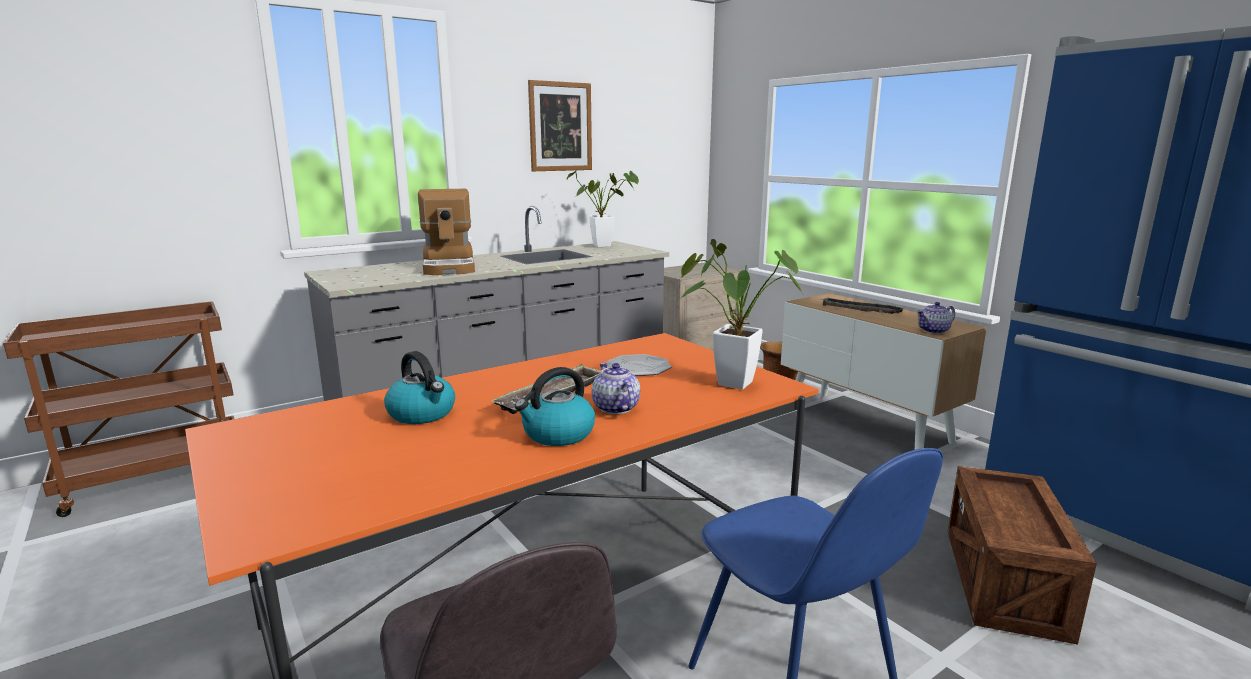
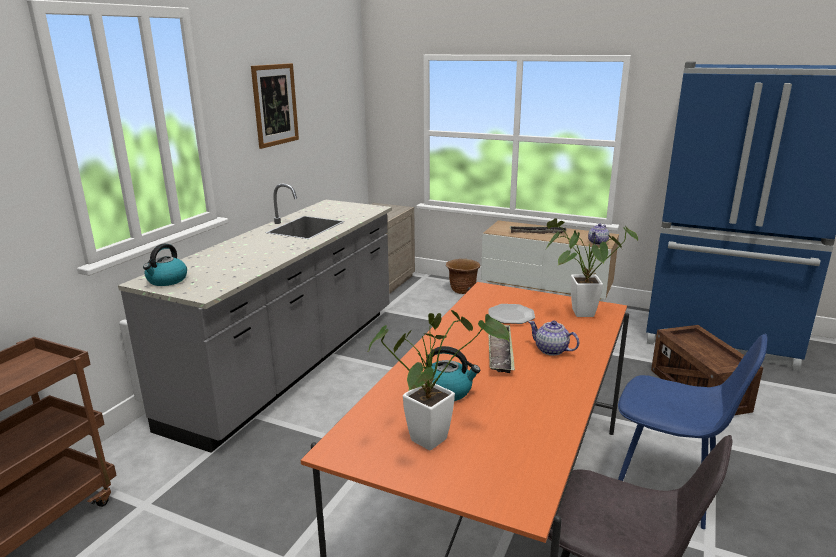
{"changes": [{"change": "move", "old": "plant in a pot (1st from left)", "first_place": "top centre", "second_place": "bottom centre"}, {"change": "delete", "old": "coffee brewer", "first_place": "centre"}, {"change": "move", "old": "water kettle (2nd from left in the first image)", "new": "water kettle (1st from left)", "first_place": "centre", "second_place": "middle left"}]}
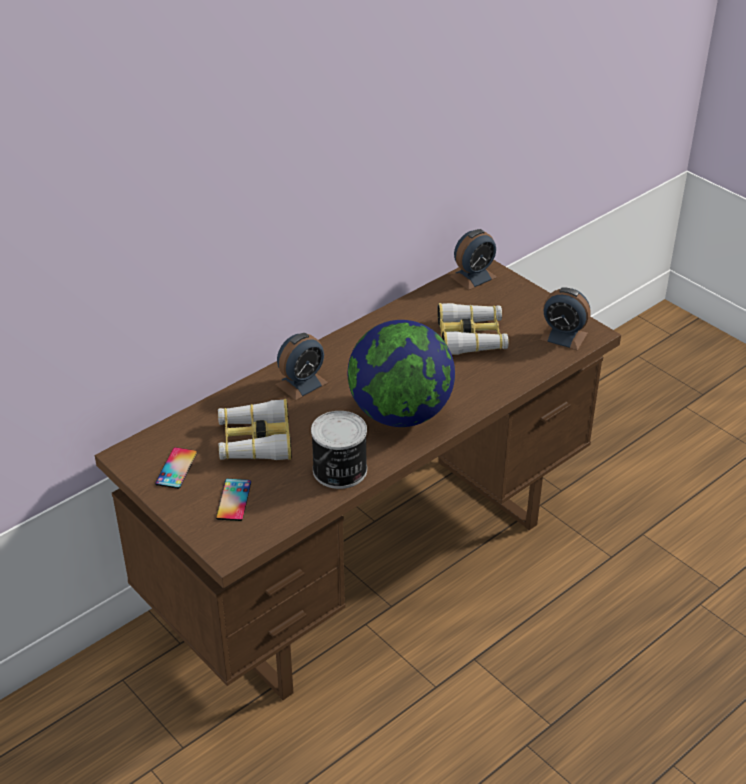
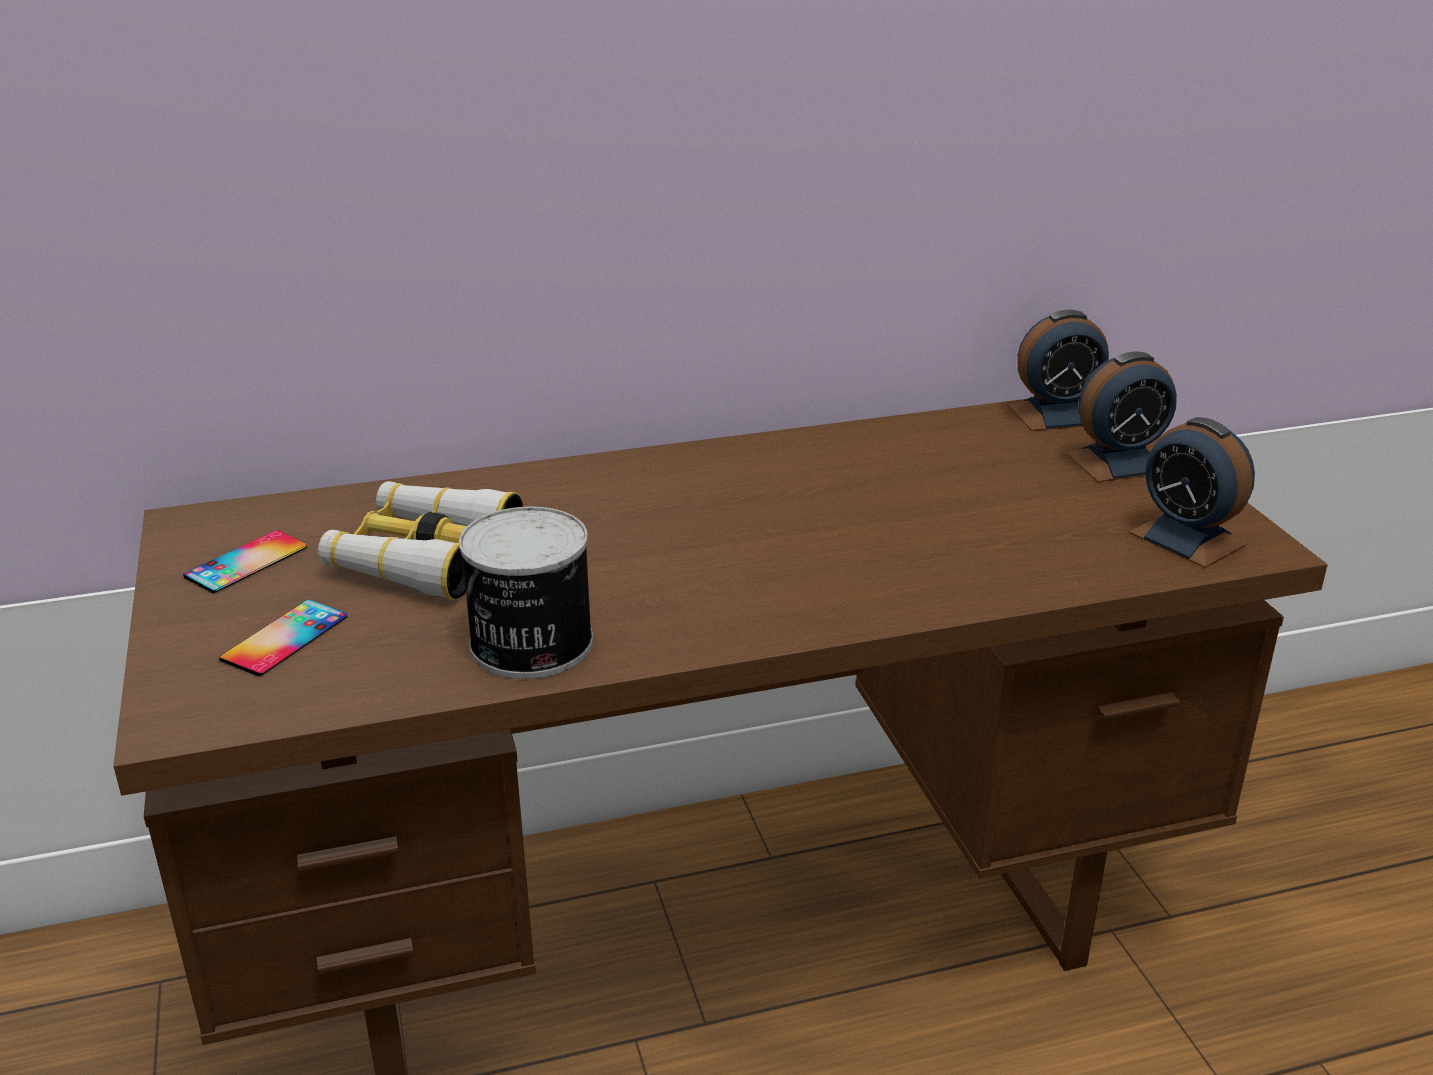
{"changes": [{"change": "delete", "old": "binoculars (2nd from left)", "first_place": "centre"}, {"change": "delete", "old": "desk globe", "first_place": "centre"}, {"change": "move", "old": "bedside clock (1st from left in the first image)", "new": "bedside clock (2nd from left)", "first_place": "centre", "second_place": "middle right"}]}
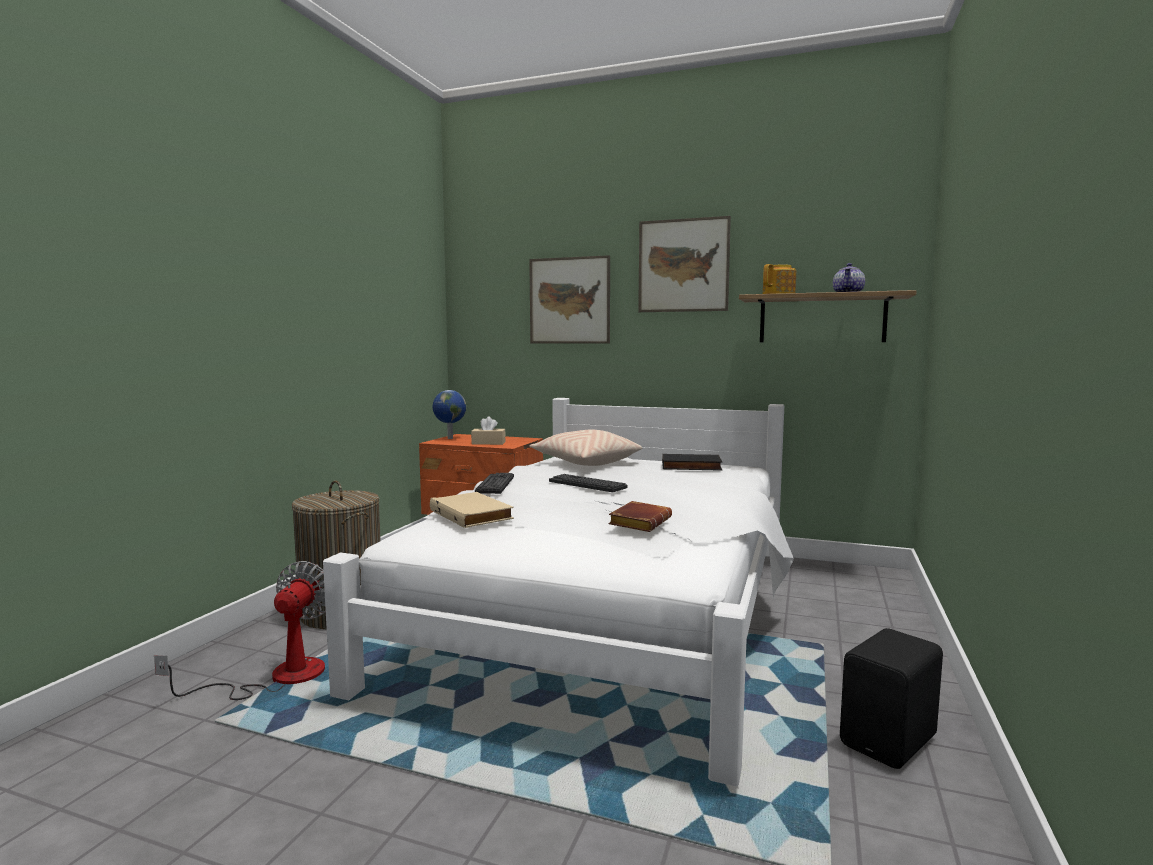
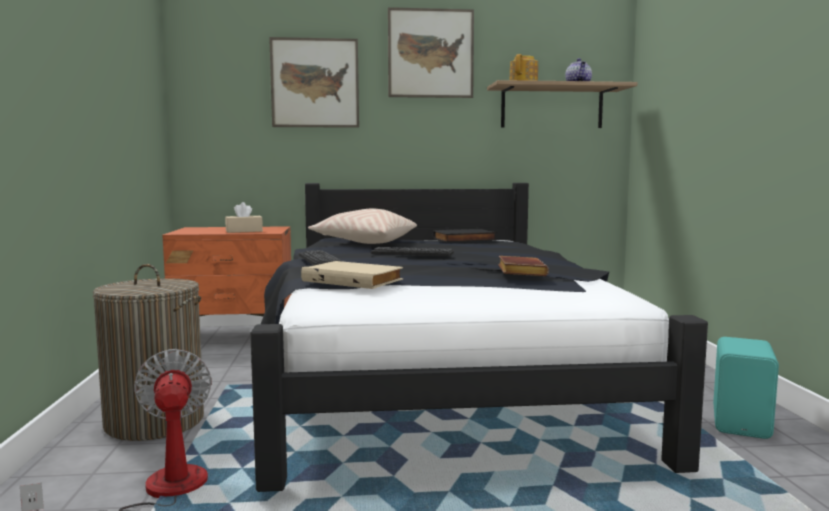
{"changes": [{"change": "delete", "old": "desk globe", "first_place": "centre"}, {"change": "recolor", "old": "bedroom bed (whitish)", "new": "bedroom bed (blackish)", "first_place": "bottom centre", "second_place": "centre"}, {"change": "recolor", "old": "speaker (blackish)", "new": "speaker (blue-green)", "first_place": "bottom right", "second_place": "bottom right"}]}
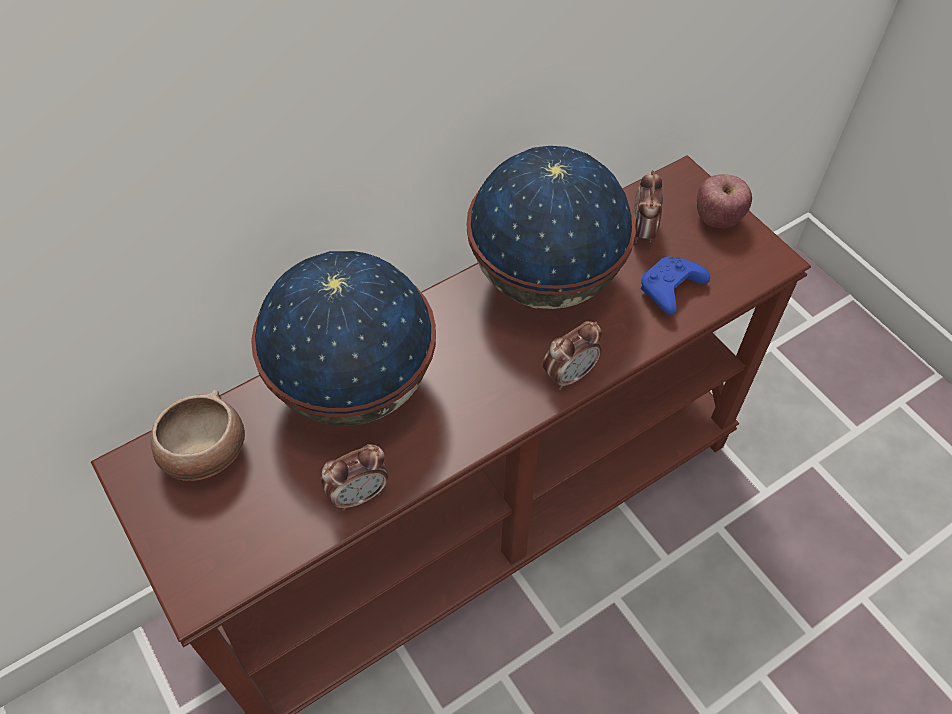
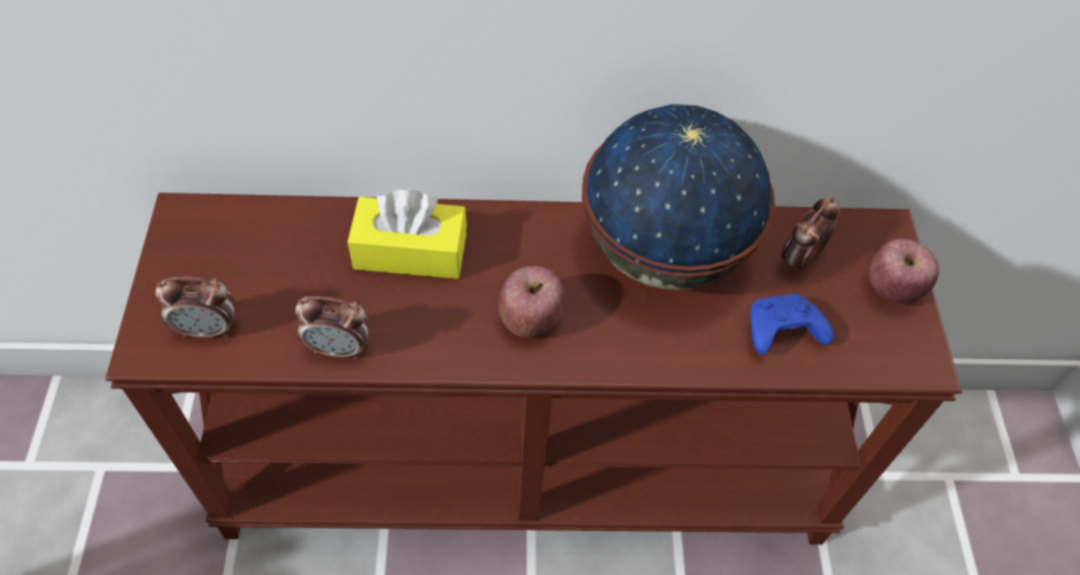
{"changes": [{"change": "replace", "old": "desk globe (1st from left)", "new": "tissue holder (yellowish)", "first_place": "centre", "second_place": "centre"}, {"change": "move", "old": "bedside clock (2nd from left in the first image)", "new": "bedside clock (1st from left)", "first_place": "centre", "second_place": "middle left"}, {"change": "delete", "old": "serving bowl", "first_place": "middle left"}, {"change": "insert", "new": "apple (1st from left)", "second_place": "centre"}]}
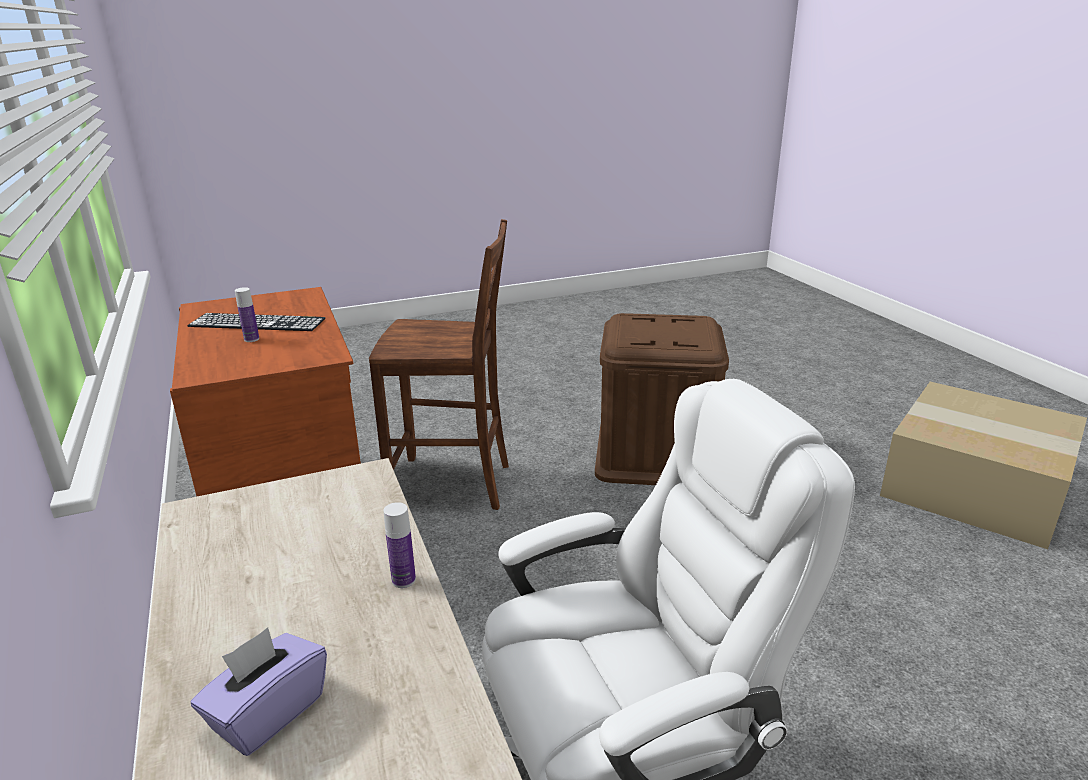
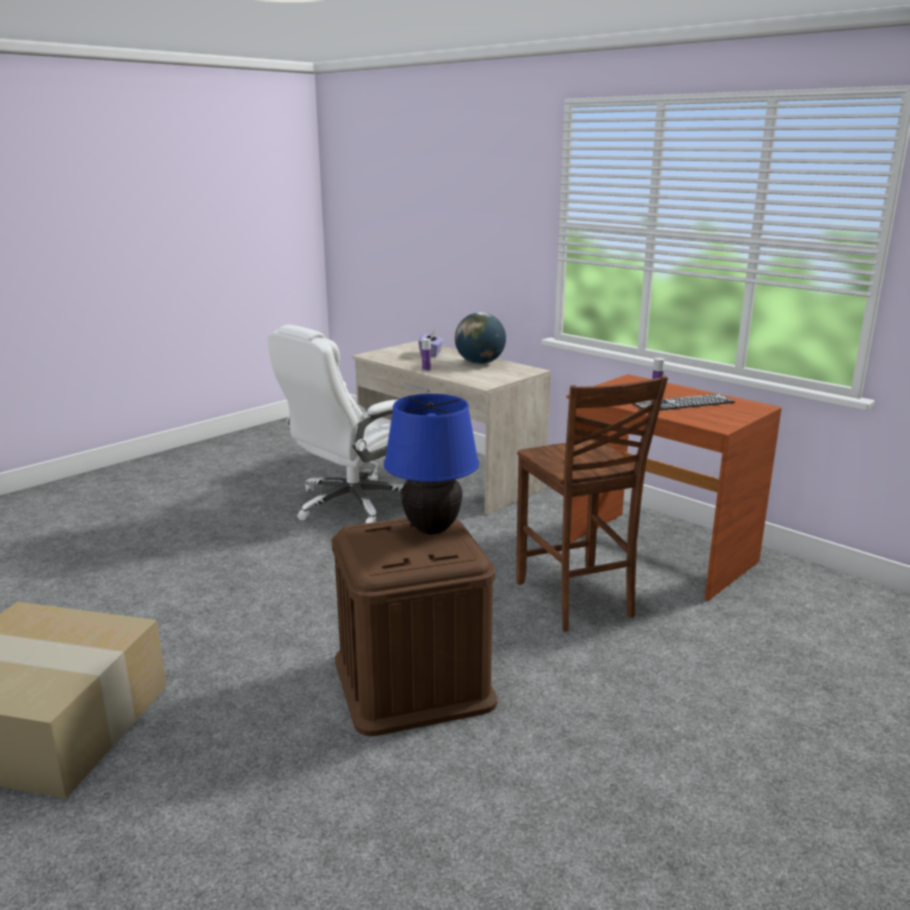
{"changes": [{"change": "rotate", "old": "chair (brown-coloured)", "first_place": "centre", "second_place": "centre", "degrees": -90}, {"change": "insert", "new": "desk globe", "second_place": "centre"}, {"change": "insert", "new": "table lamp (blue)", "second_place": "centre"}]}
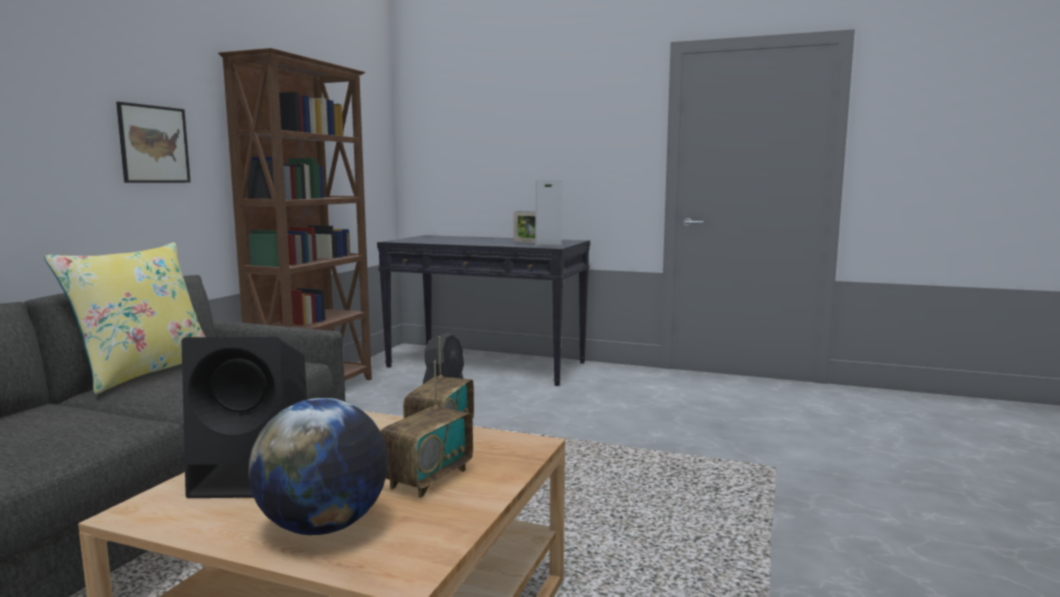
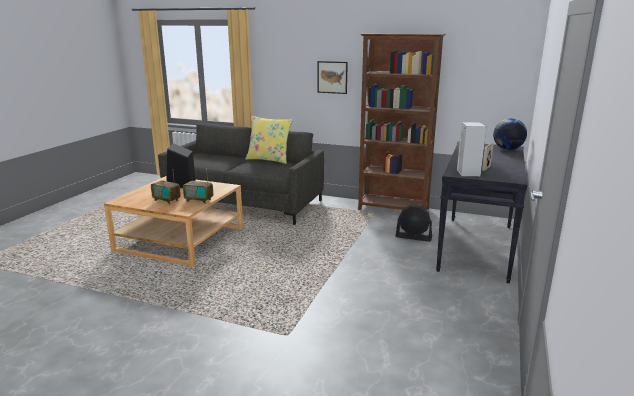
{"changes": [{"change": "move", "old": "desk globe", "first_place": "bottom left", "second_place": "middle right"}]}
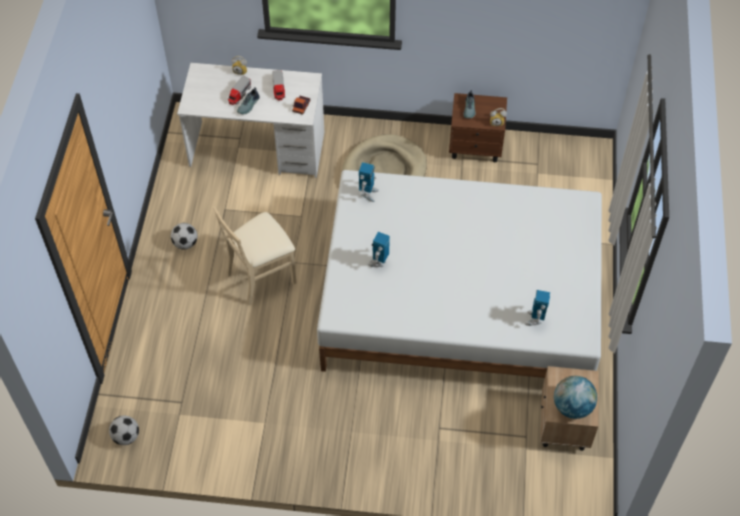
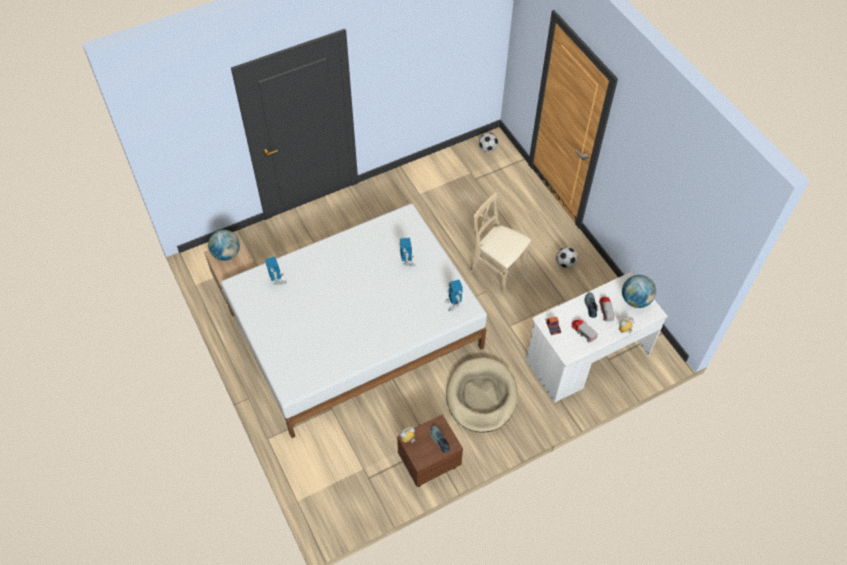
{"changes": [{"change": "rotate", "old": "chair (beige-coloured)", "first_place": "centre", "second_place": "centre", "degrees": -75}, {"change": "insert", "new": "desk globe (2nd from left)", "second_place": "middle right"}]}
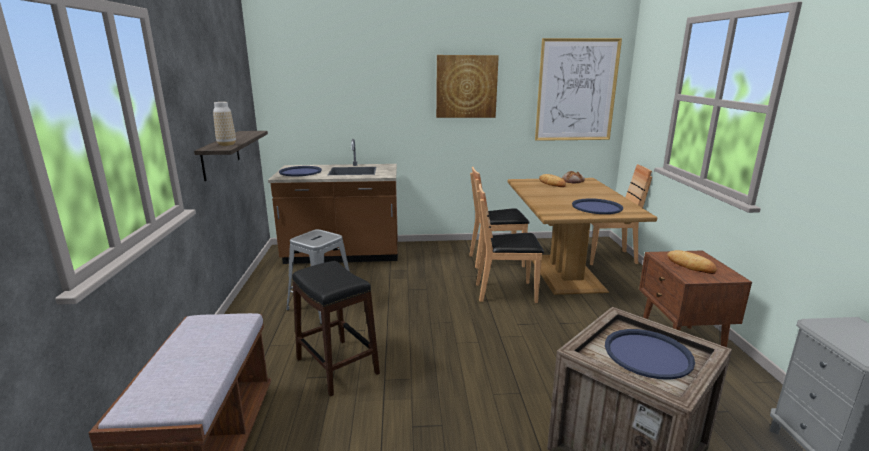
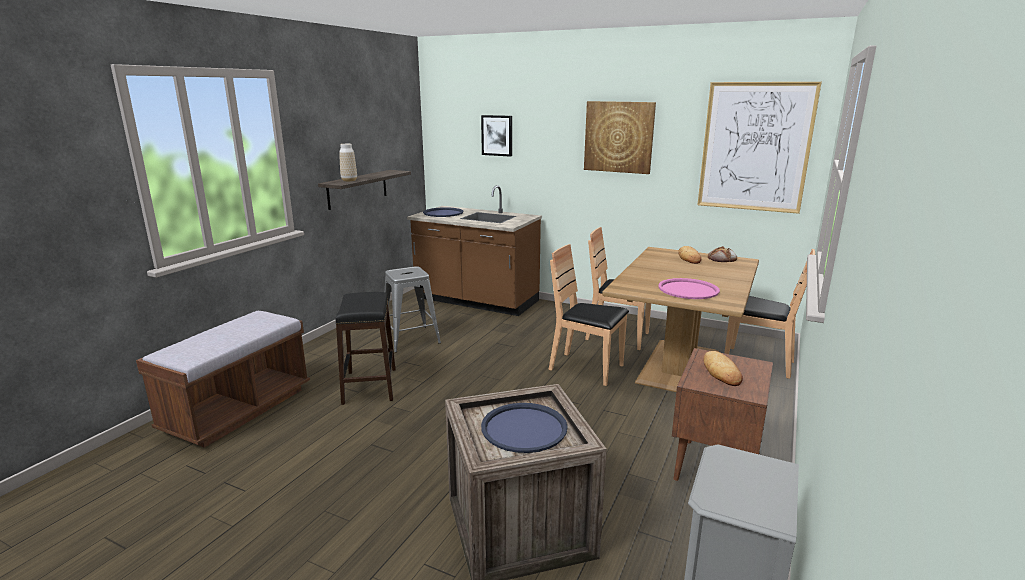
{"changes": [{"change": "recolor", "old": "carrying tray (blue) (2nd from left)", "new": "carrying tray (pinkish)", "first_place": "middle right", "second_place": "middle right"}, {"change": "insert", "new": "wall art (1st from left)", "second_place": "top centre"}]}
